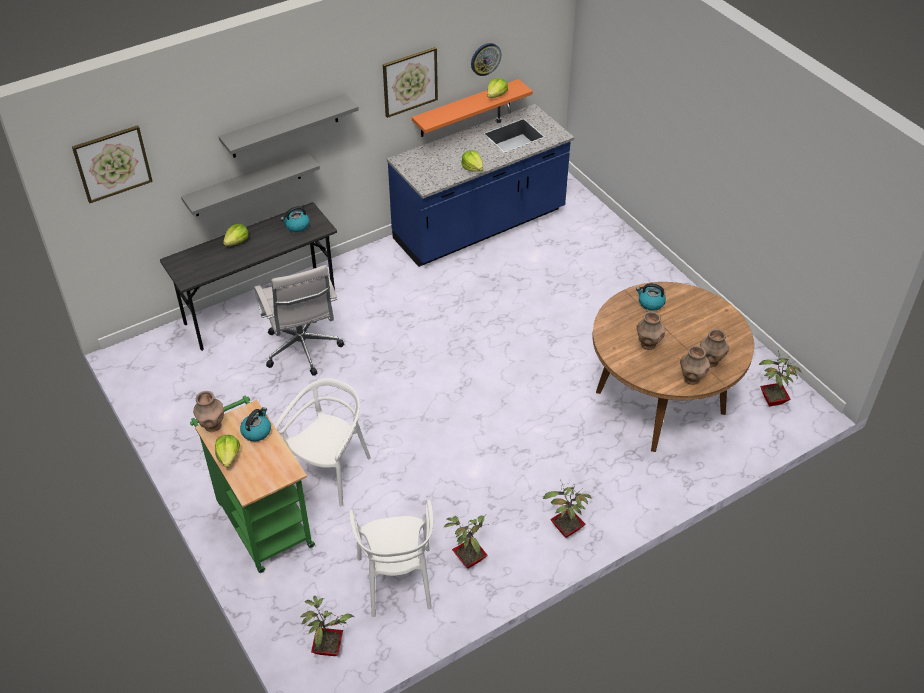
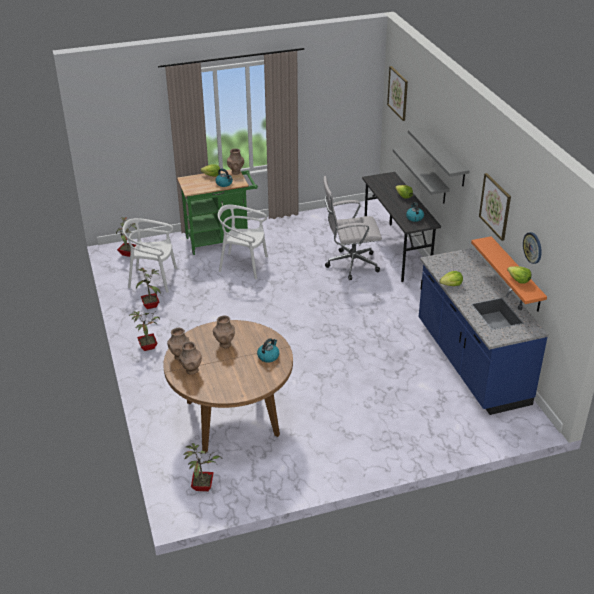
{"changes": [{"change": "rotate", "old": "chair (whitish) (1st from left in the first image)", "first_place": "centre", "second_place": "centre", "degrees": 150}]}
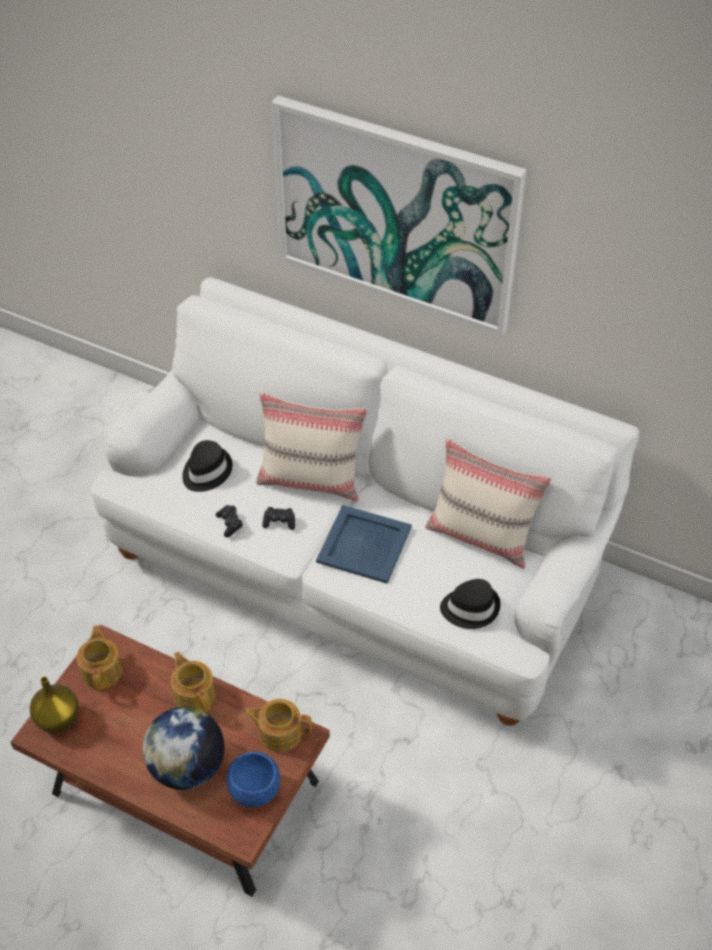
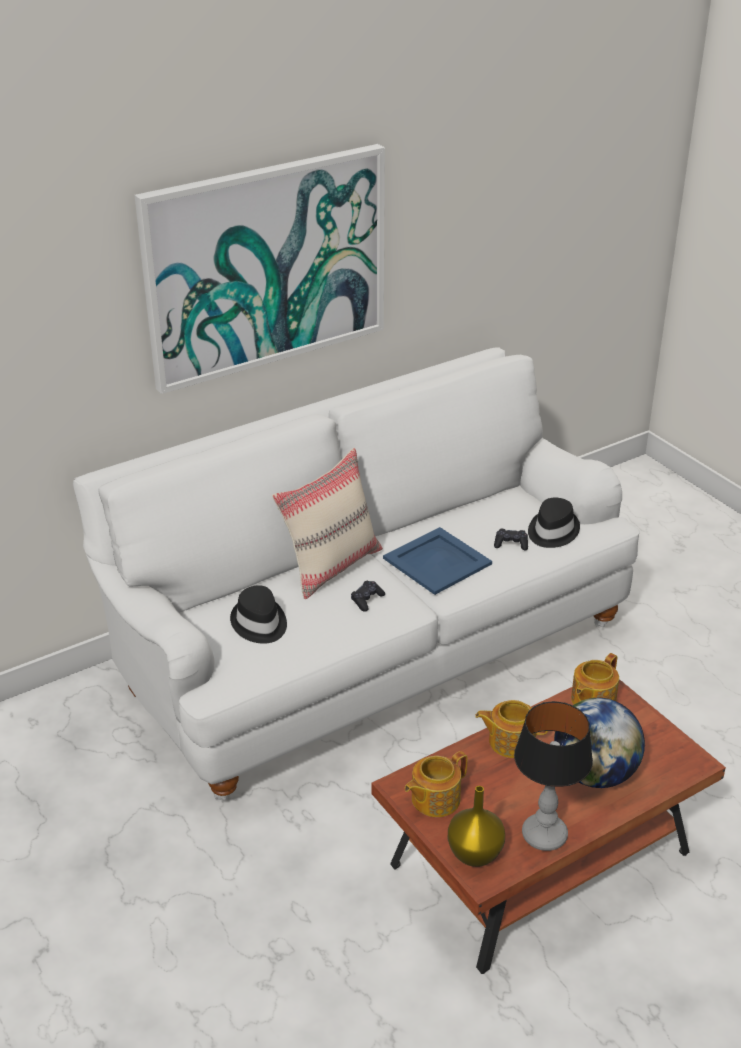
{"changes": [{"change": "delete", "old": "cushion (beige-coloured) (2nd from left)", "first_place": "middle right"}, {"change": "move", "old": "game controller (blackish) (1st from left in the first image)", "new": "game controller (blackish) (2nd from left)", "first_place": "middle left", "second_place": "middle right"}, {"change": "rotate", "old": "teapot (1st from left)", "first_place": "bottom left", "second_place": "bottom centre", "degrees": -60}, {"change": "delete", "old": "serving bowl (blue)", "first_place": "bottom centre"}, {"change": "insert", "new": "table lamp", "second_place": "bottom right"}]}
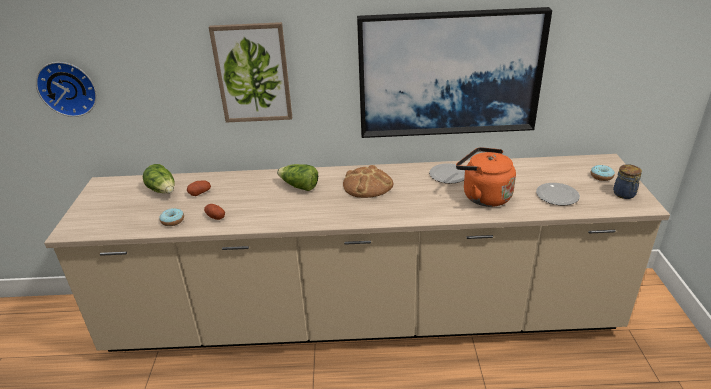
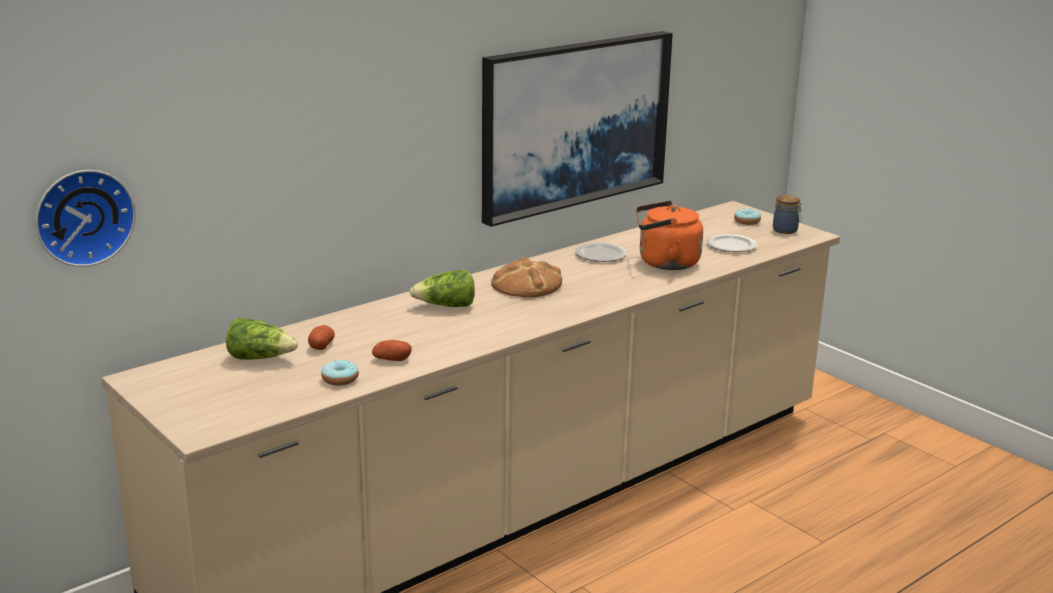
{"changes": [{"change": "delete", "old": "wall art (1st from left)", "first_place": "top centre"}]}
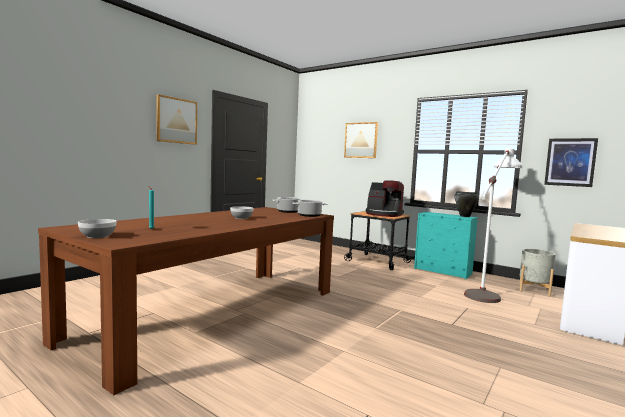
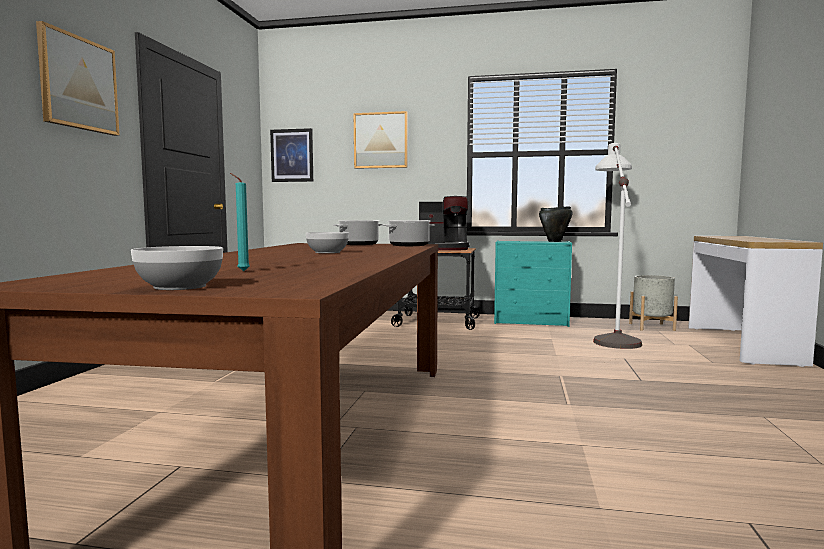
{"changes": [{"change": "move", "old": "wall art (3rd from left in the first image)", "new": "wall art (2nd from left)", "first_place": "middle right", "second_place": "top centre"}]}
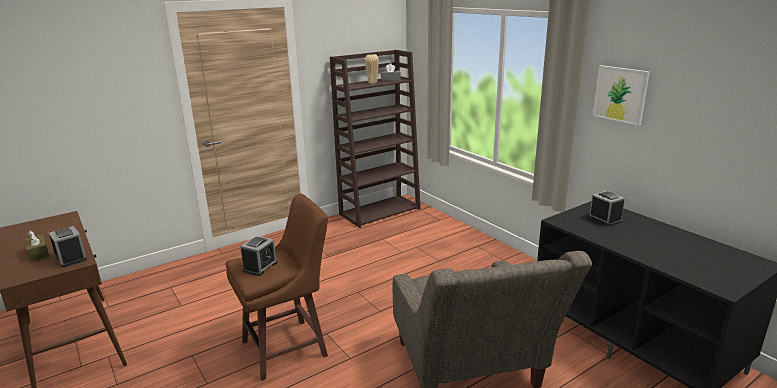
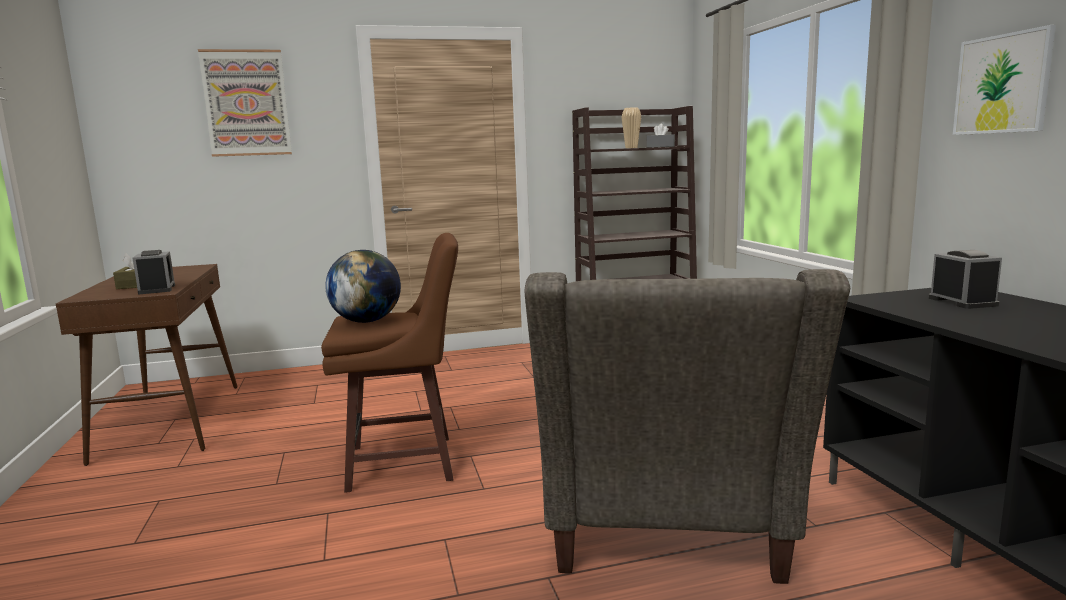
{"changes": [{"change": "replace", "old": "bedside clock (2nd from left)", "new": "desk globe", "first_place": "centre", "second_place": "centre"}, {"change": "insert", "new": "wall art (1st from left)", "second_place": "top left"}]}
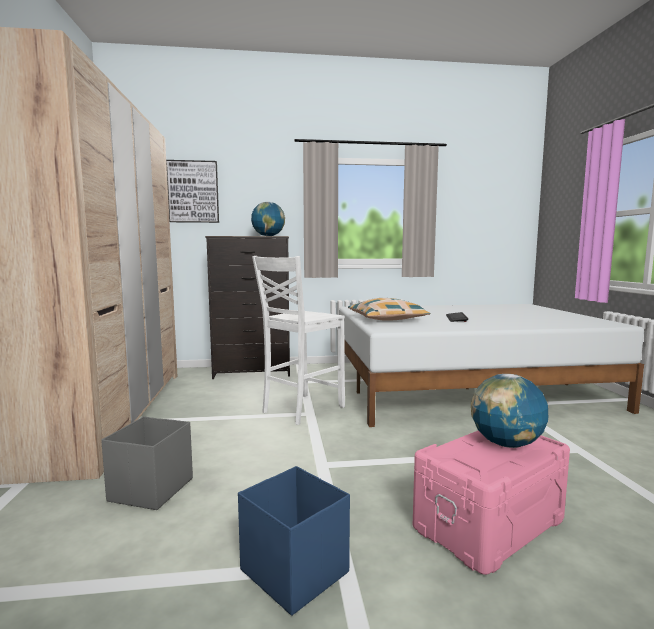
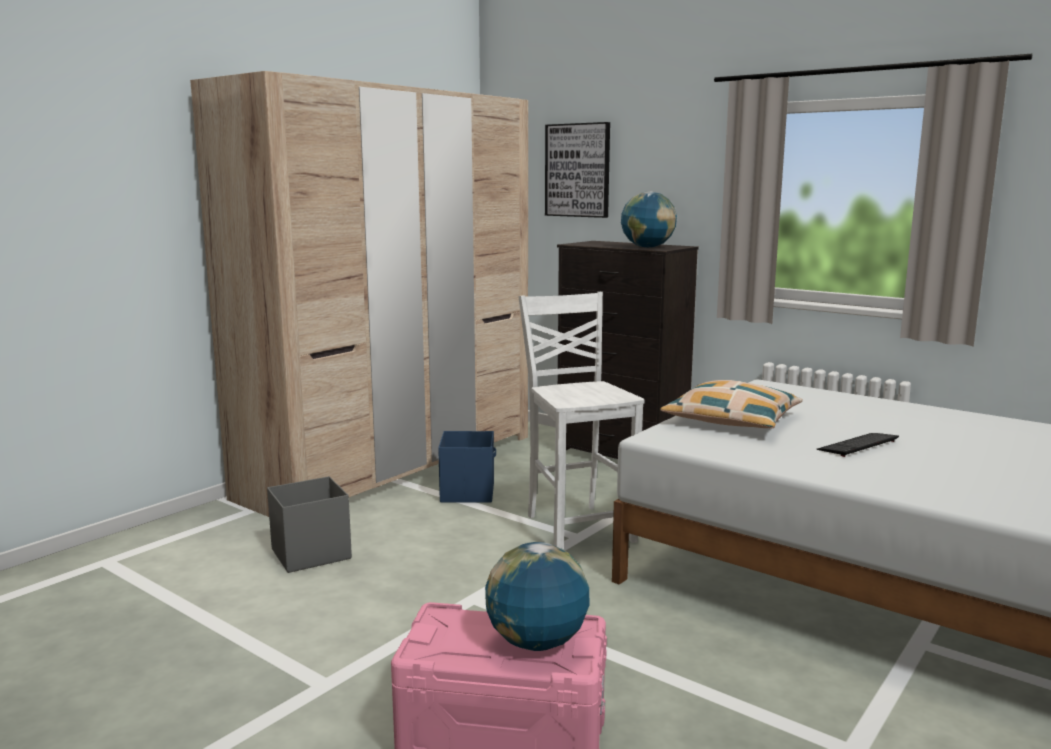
{"changes": [{"change": "rotate", "old": "chair (whitish)", "first_place": "centre", "second_place": "centre", "degrees": 75}, {"change": "move", "old": "storage bin (blue)", "first_place": "bottom centre", "second_place": "centre"}]}
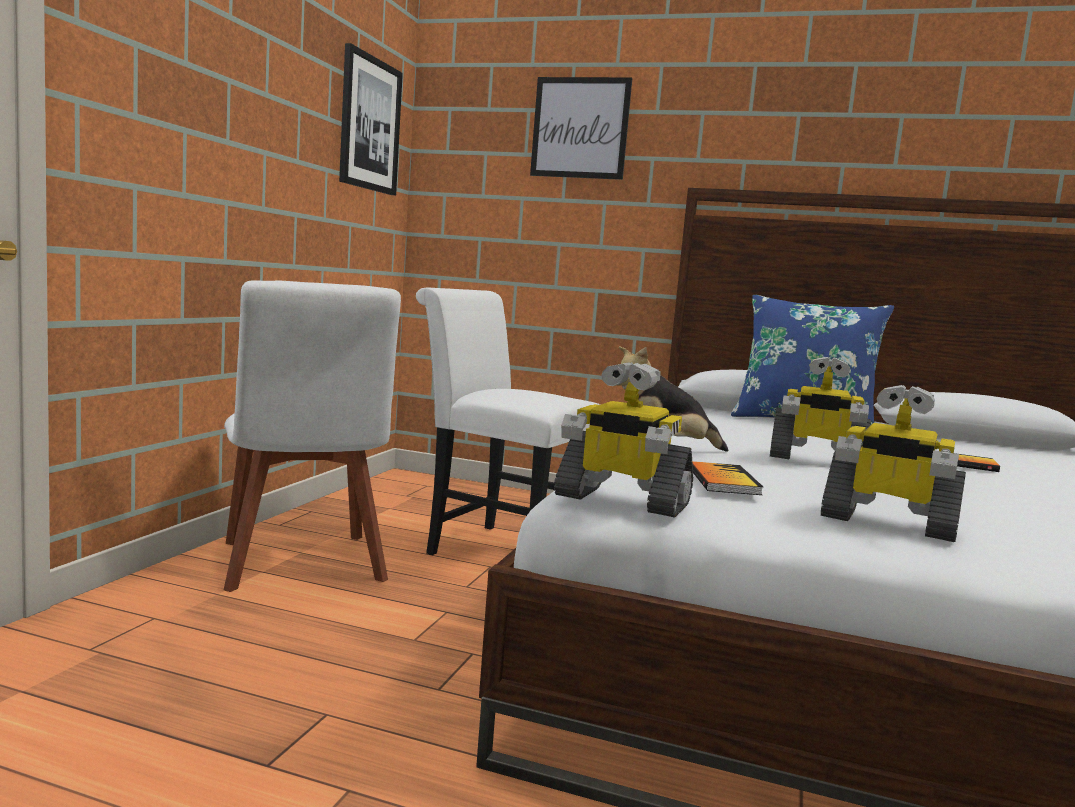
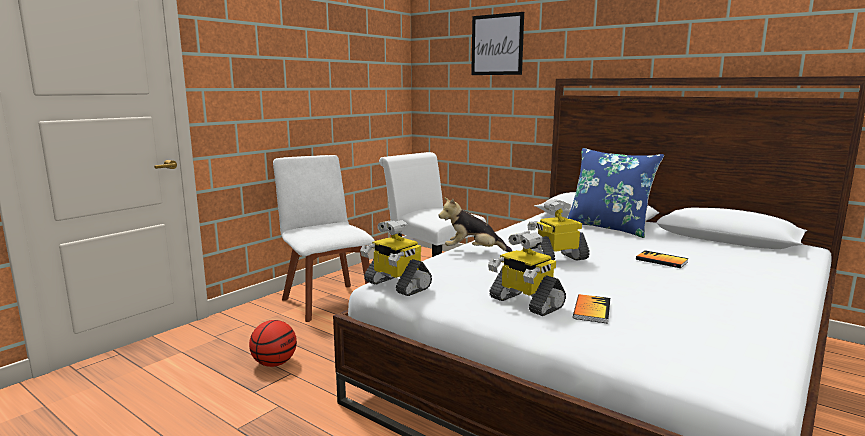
{"changes": [{"change": "delete", "old": "wall art (1st from left)", "first_place": "top centre"}, {"change": "rotate", "old": "chair (whitish) (1st from left)", "first_place": "middle left", "second_place": "centre", "degrees": 150}, {"change": "rotate", "old": "model robot (2nd from left in the first image)", "first_place": "middle right", "second_place": "centre", "degrees": 120}, {"change": "move", "old": "volume (1st from left)", "first_place": "middle right", "second_place": "bottom right"}, {"change": "insert", "new": "basketball", "second_place": "bottom left"}]}
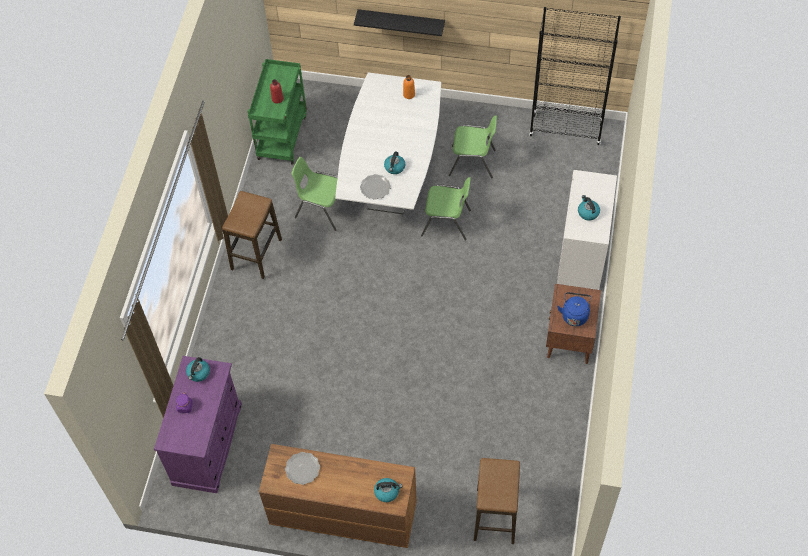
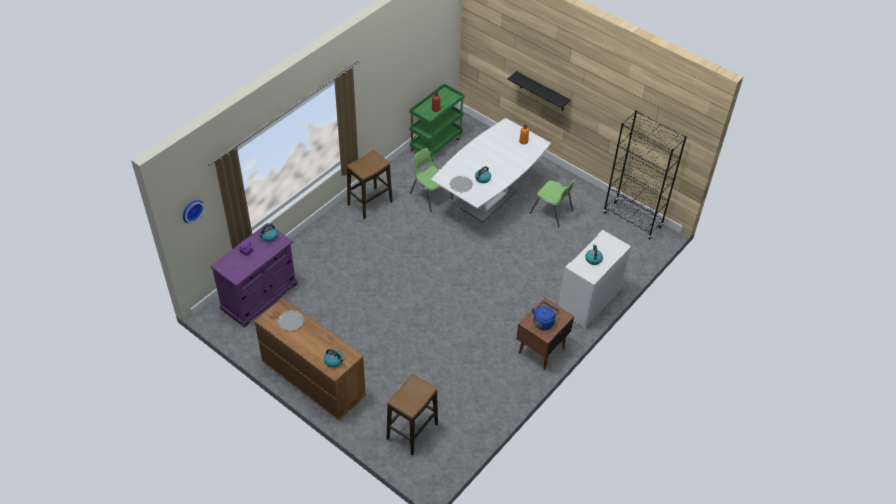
{"changes": [{"change": "delete", "old": "chair (greenish) (2nd from left)", "first_place": "centre"}, {"change": "insert", "new": "clock on the wall", "second_place": "middle left"}]}
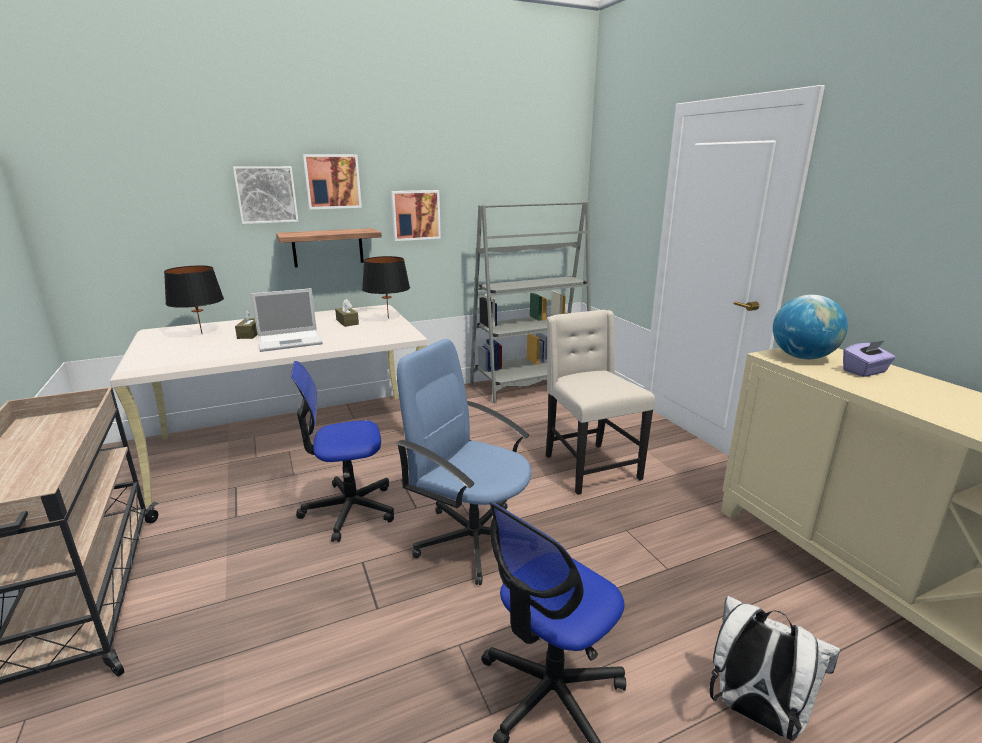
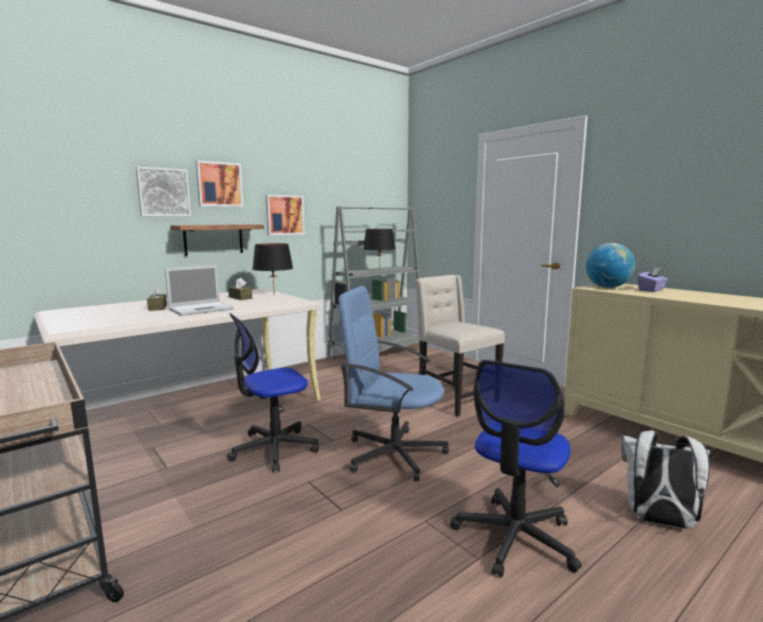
{"changes": [{"change": "move", "old": "table lamp (blackish) (1st from left in the first image)", "new": "table lamp (blackish) (2nd from left)", "first_place": "middle left", "second_place": "centre"}]}
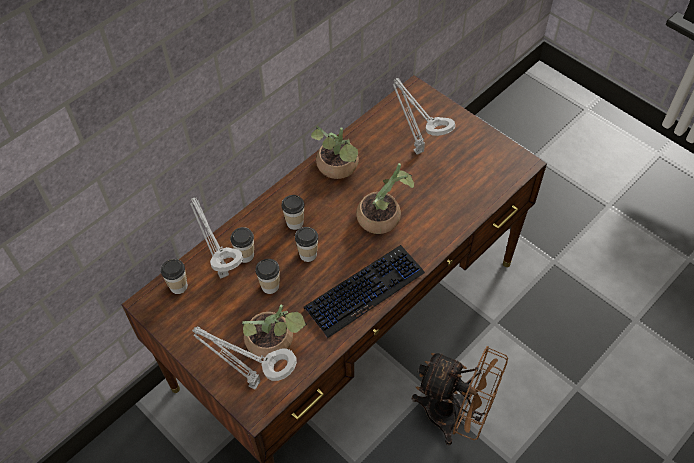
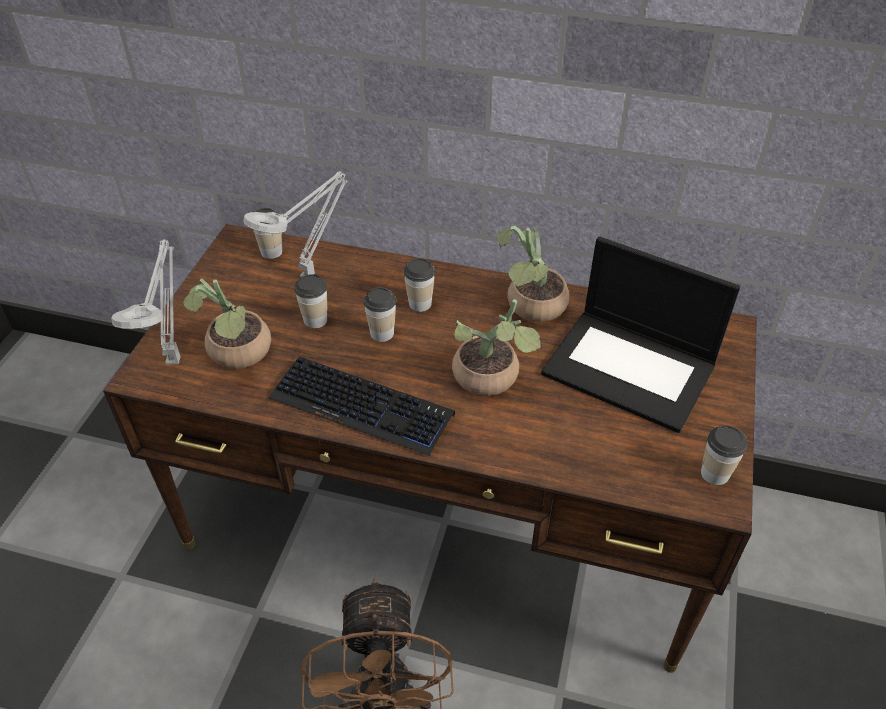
{"changes": [{"change": "replace", "old": "table lamp (greyish) (3rd from left)", "new": "laptop", "first_place": "top centre", "second_place": "middle right"}, {"change": "move", "old": "cup (2nd from left in the first image)", "new": "cup (5th from left)", "first_place": "centre", "second_place": "middle right"}]}
